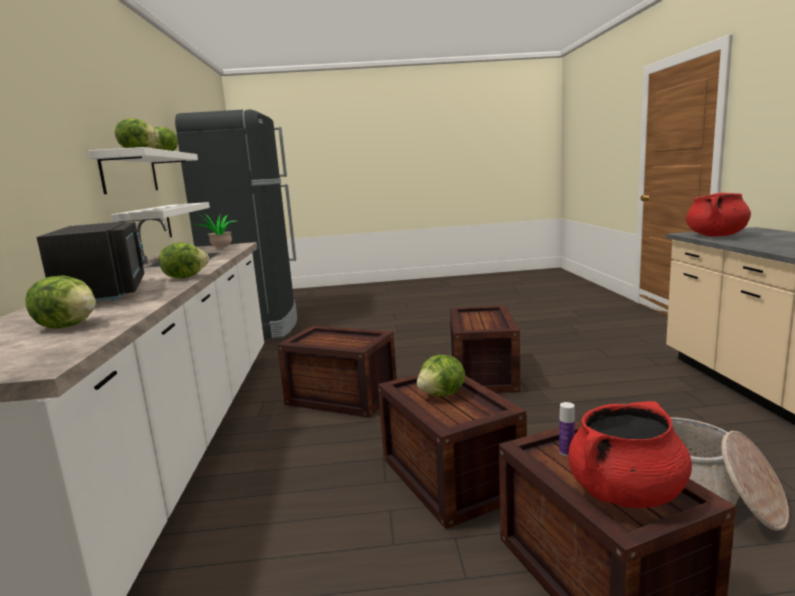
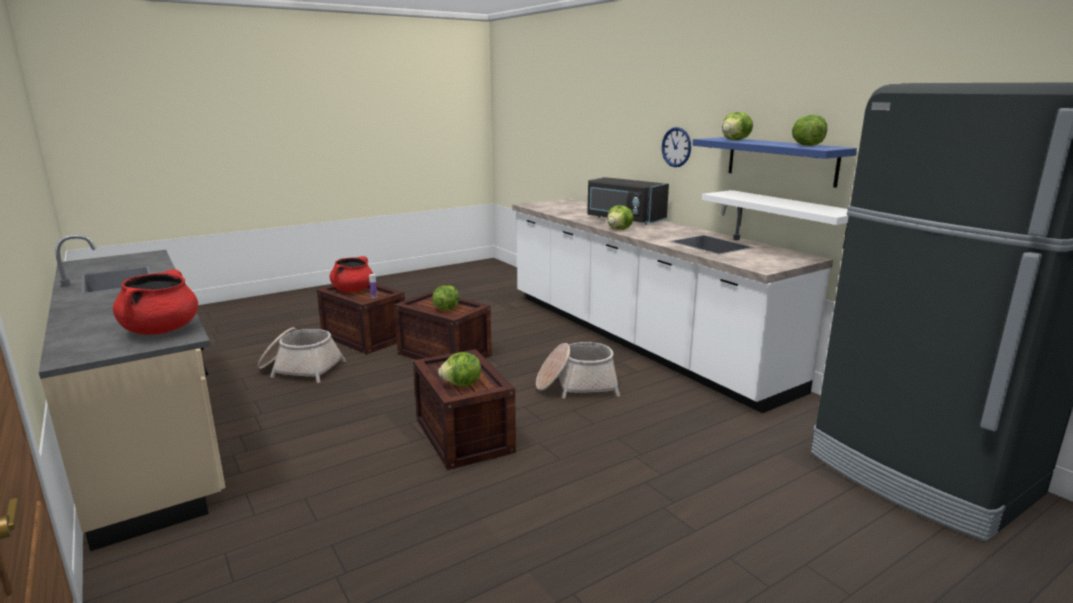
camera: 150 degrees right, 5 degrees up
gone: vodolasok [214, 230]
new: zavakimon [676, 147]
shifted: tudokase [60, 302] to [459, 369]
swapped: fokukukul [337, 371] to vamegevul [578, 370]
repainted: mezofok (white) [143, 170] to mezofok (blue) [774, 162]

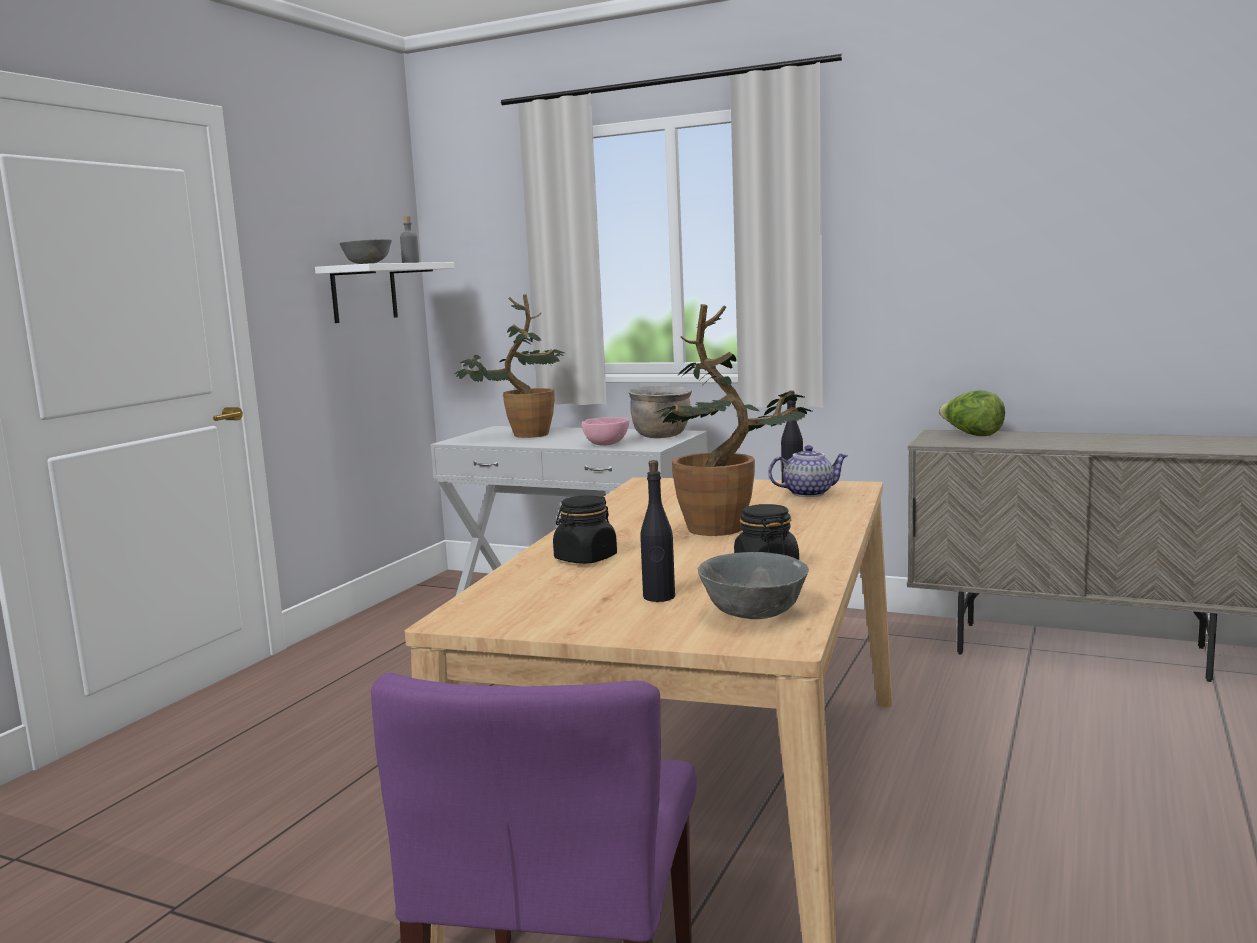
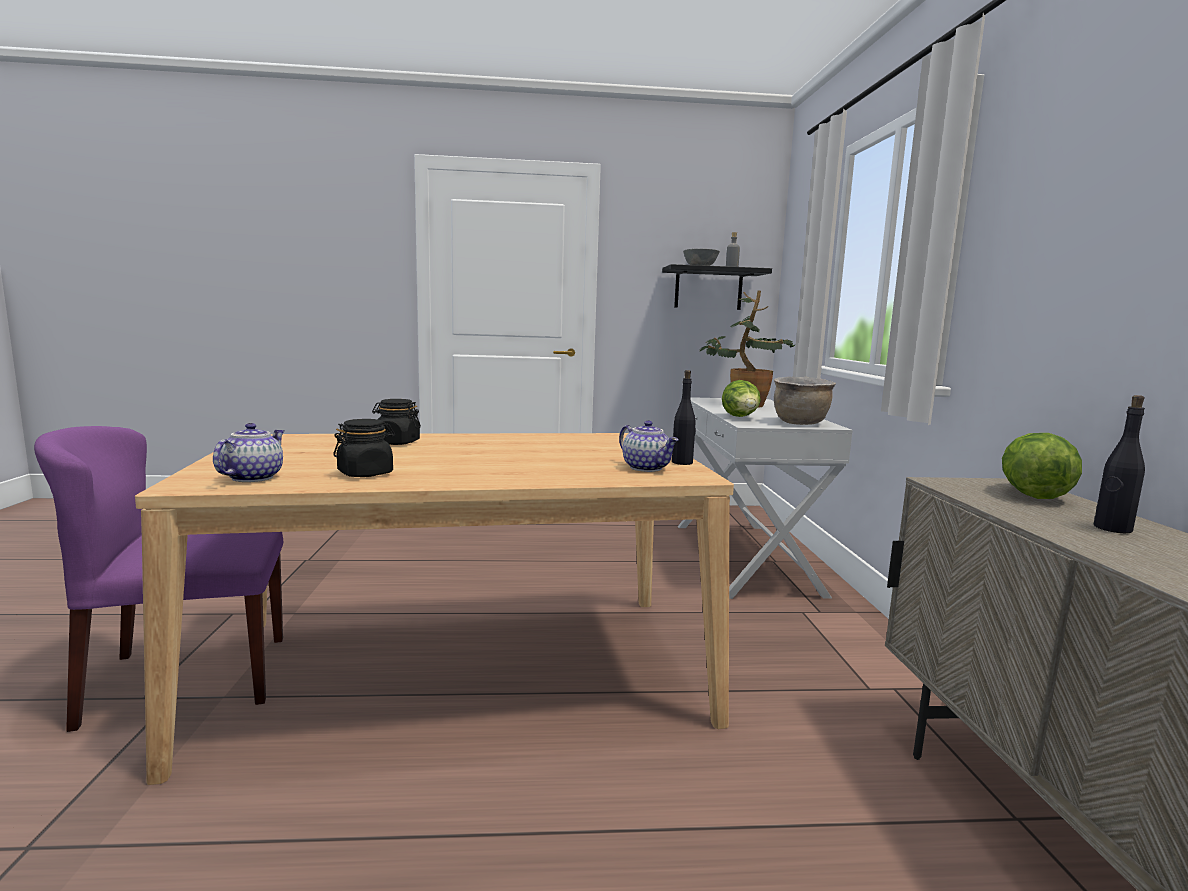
camera: 60 degrees right, 0 degrees up
gone: vodolasok [733, 420]
shifted: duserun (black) [657, 531] to [1119, 464]
swapped: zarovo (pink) [605, 431] to tudokase [741, 398]; zarovo (grey) [753, 585] to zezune [249, 452]
repainted: mezofok (white) [384, 292] to mezofok (black) [717, 287]

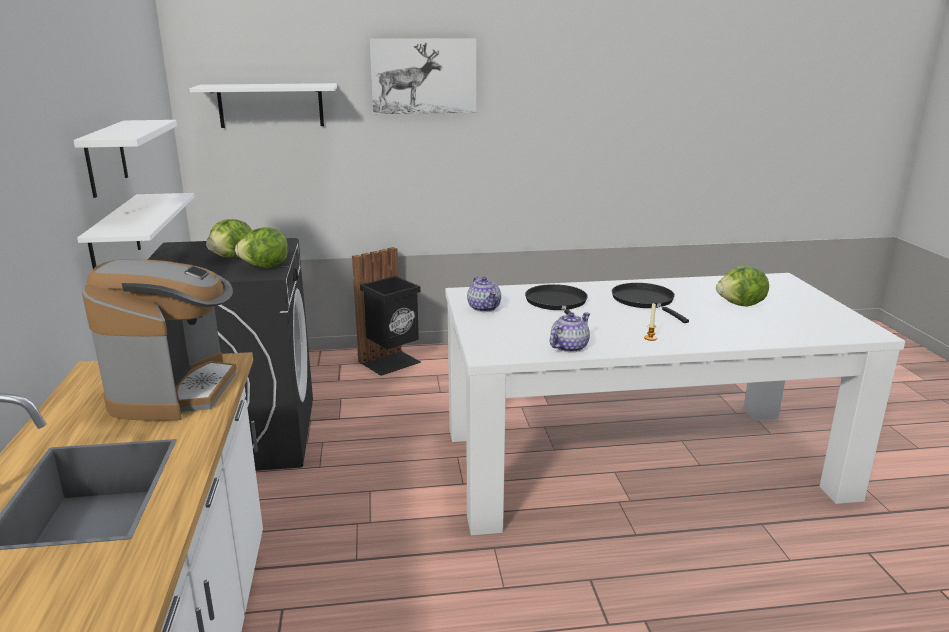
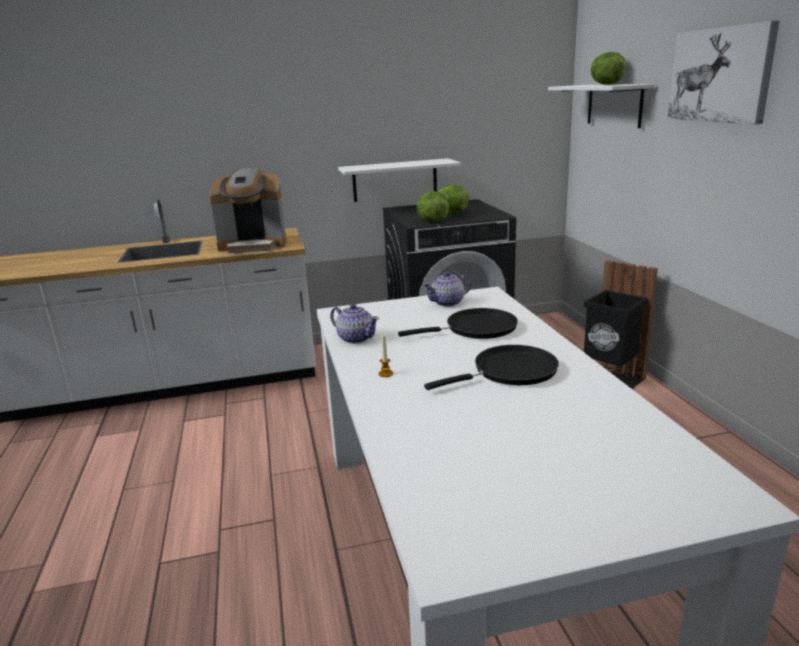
camera: 85 degrees right, 0 degrees up
gone: mezofok (white) [125, 159]
shifted: tudokase [742, 286] to [608, 68]

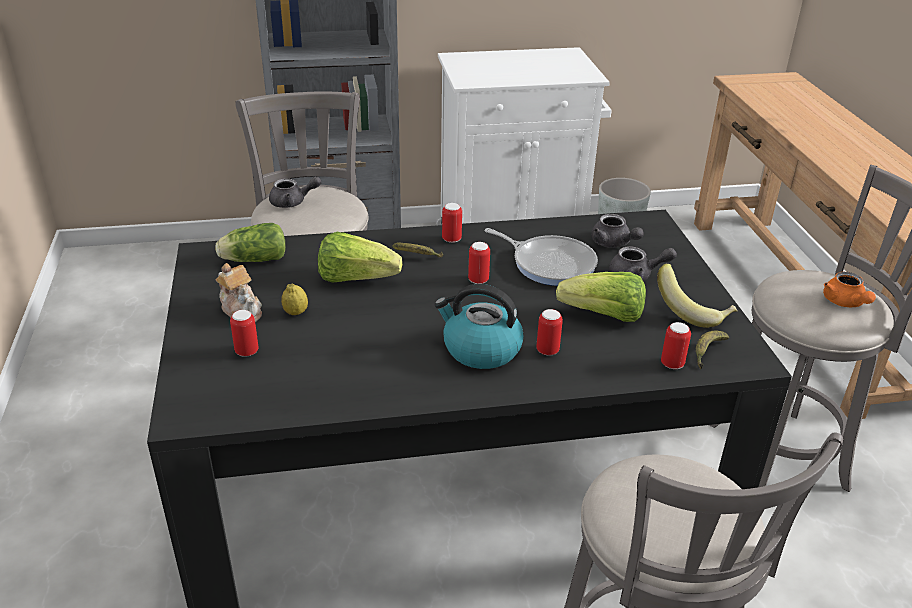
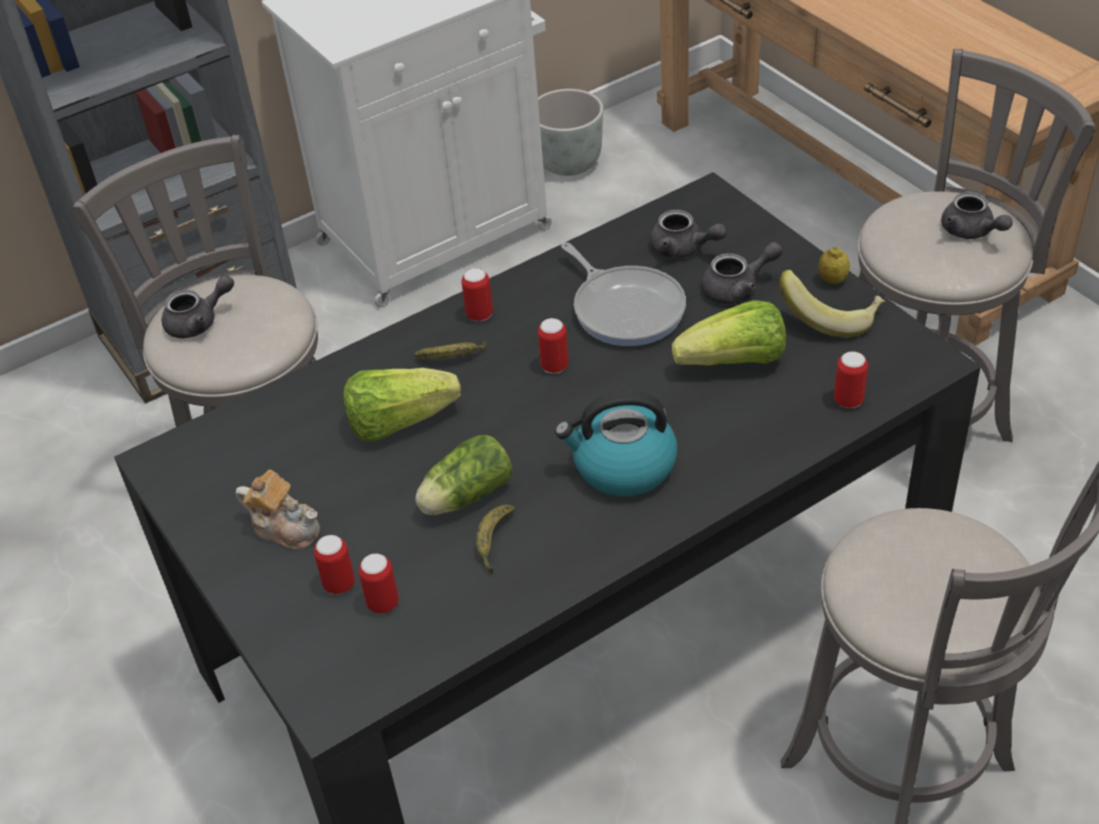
camera: 20 degrees left, 10 degrees up
shifted: tudokase [250, 242] to [463, 475]; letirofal [294, 299] to [834, 265]; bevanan [549, 332] to [379, 583]; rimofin [712, 350] to [495, 539]
repainted: zezune (orange) [849, 289] to zezune (grey) [977, 215]
rotated: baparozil [541, 257] = [623, 294] 45 degrees clockwise

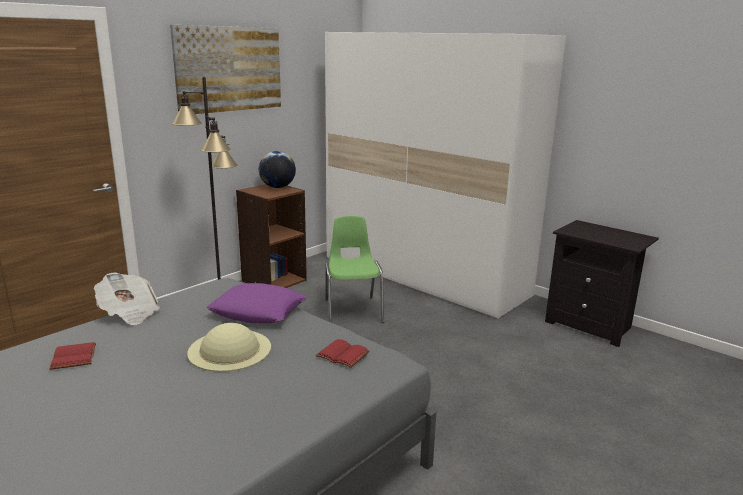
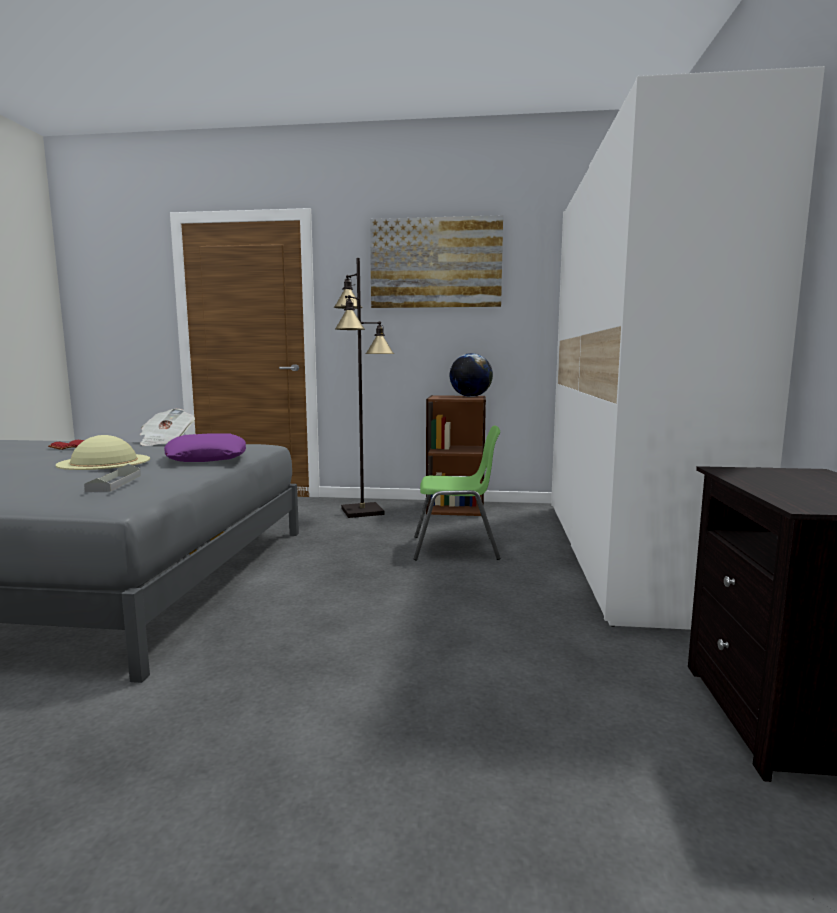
camera: 55 degrees right, 10 degrees down
swapped: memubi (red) [342, 353] to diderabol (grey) [112, 478]
rotated: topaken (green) [354, 269] = [457, 493] 45 degrees clockwise

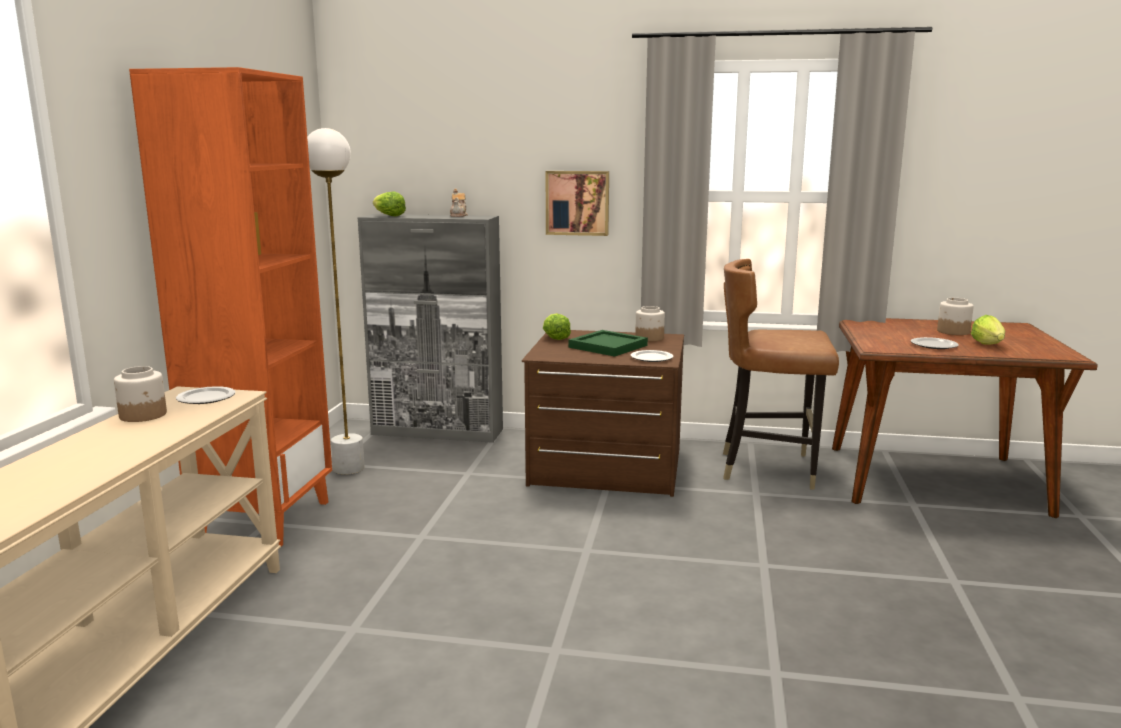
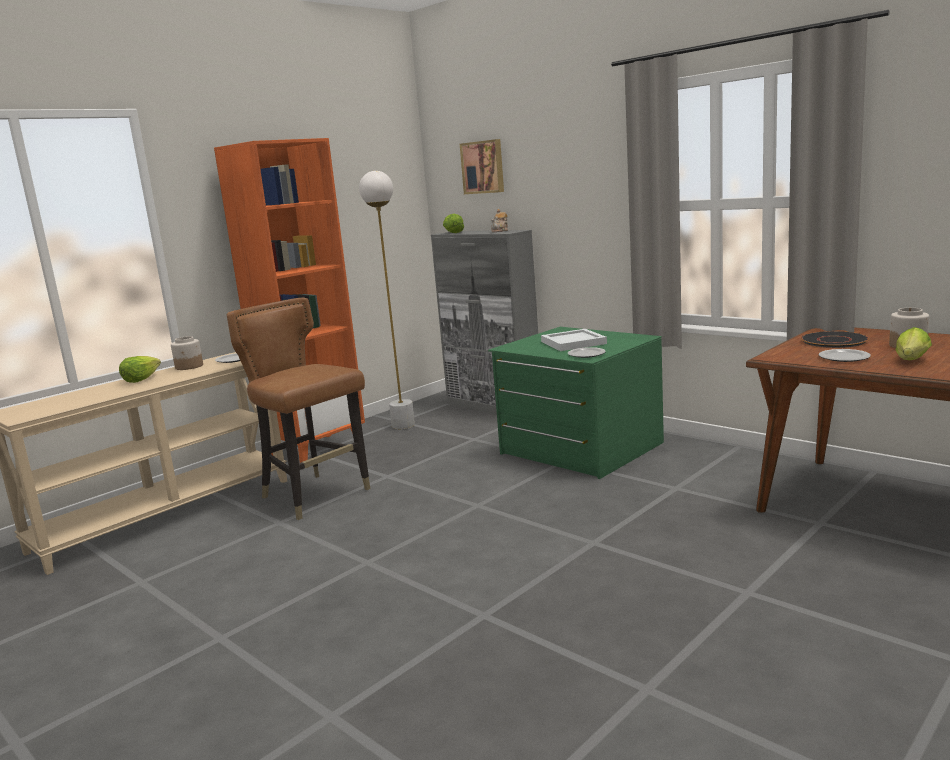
camera: 35 degrees right, 0 degrees up
gone: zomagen [650, 323]
new: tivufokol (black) [834, 339]
shifted: tudokase [557, 326] to [140, 369]; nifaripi [577, 203] to [482, 166]; topaken (brown) [781, 374] to [299, 409]
repainted: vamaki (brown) [603, 413] to vamaki (green) [576, 403]; diderabol (green) [608, 343] to diderabol (white) [574, 340]

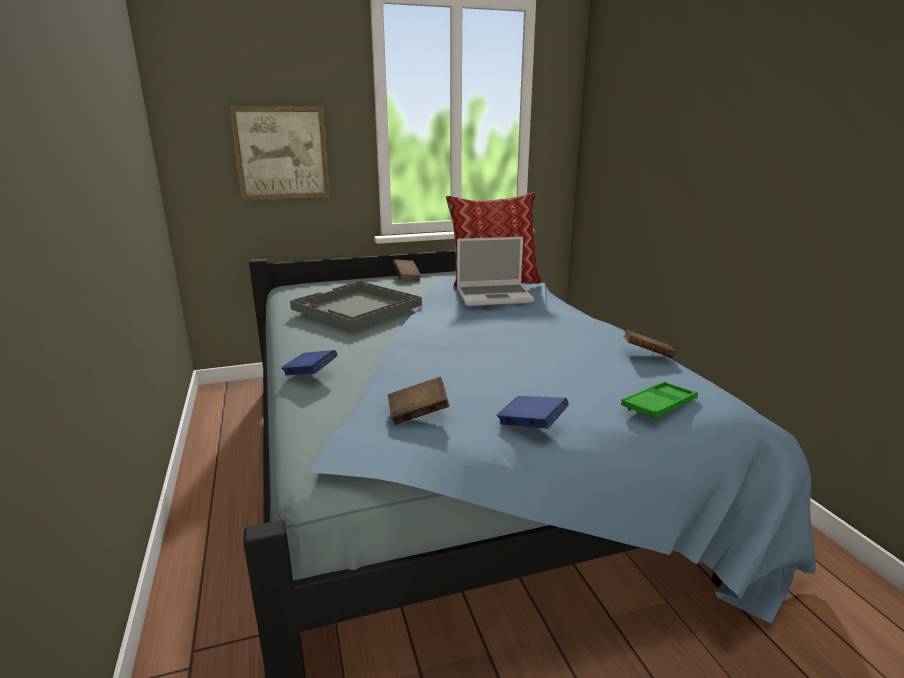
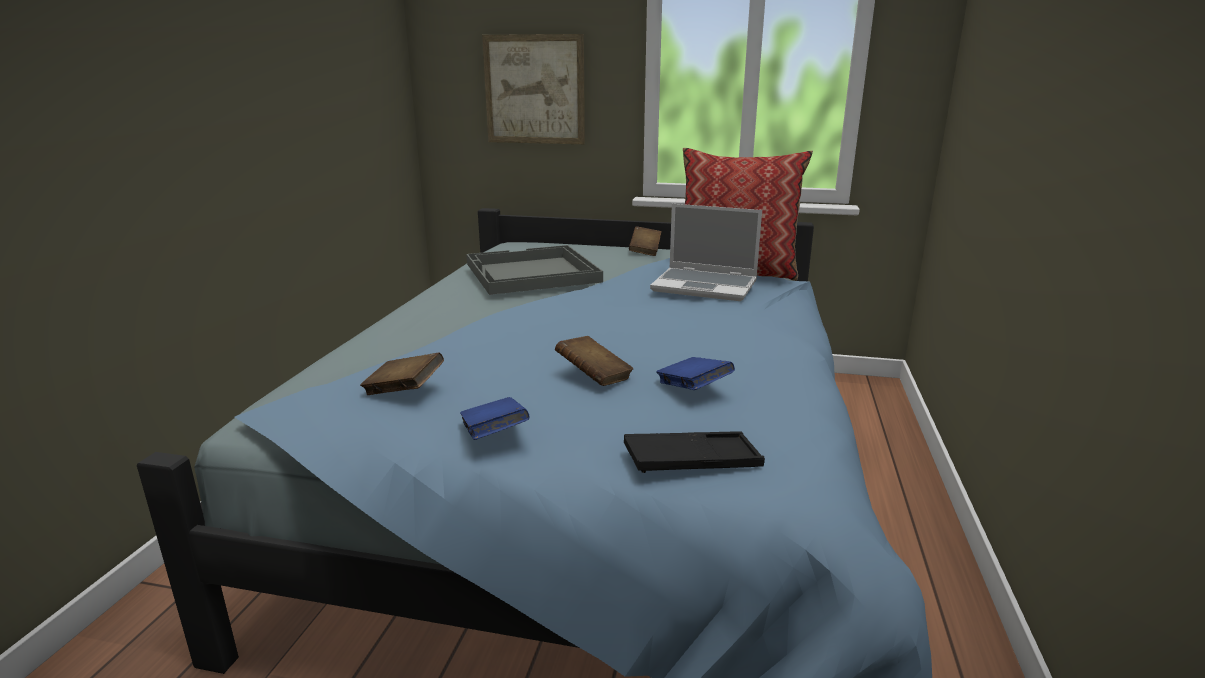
camera: 30 degrees right, 0 degrees up
shifted: memubi (blue) [309, 362] to [695, 373]; memubi (brown) [649, 343] to [594, 361]
repainted: diderabol (green) [659, 400] to diderabol (black) [694, 452]

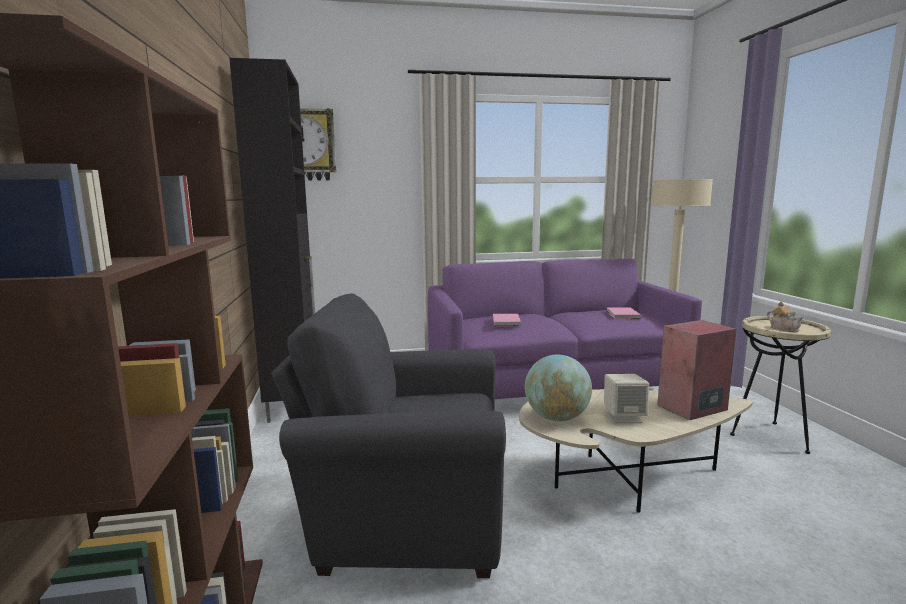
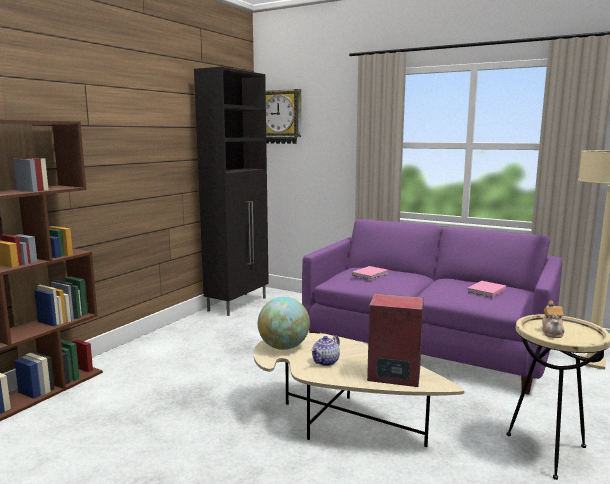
camera: 40 degrees right, 0 degrees up
gone: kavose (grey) [388, 436]
swapped: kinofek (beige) [626, 398] to zezune [325, 350]

